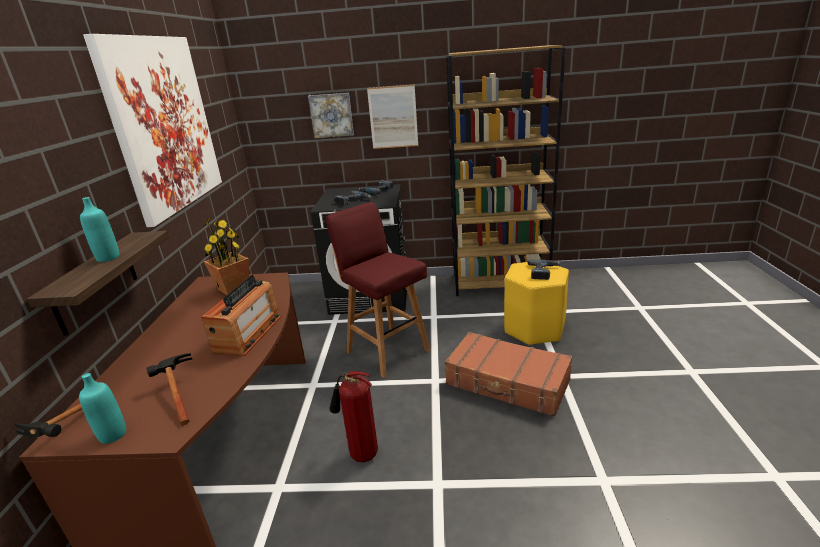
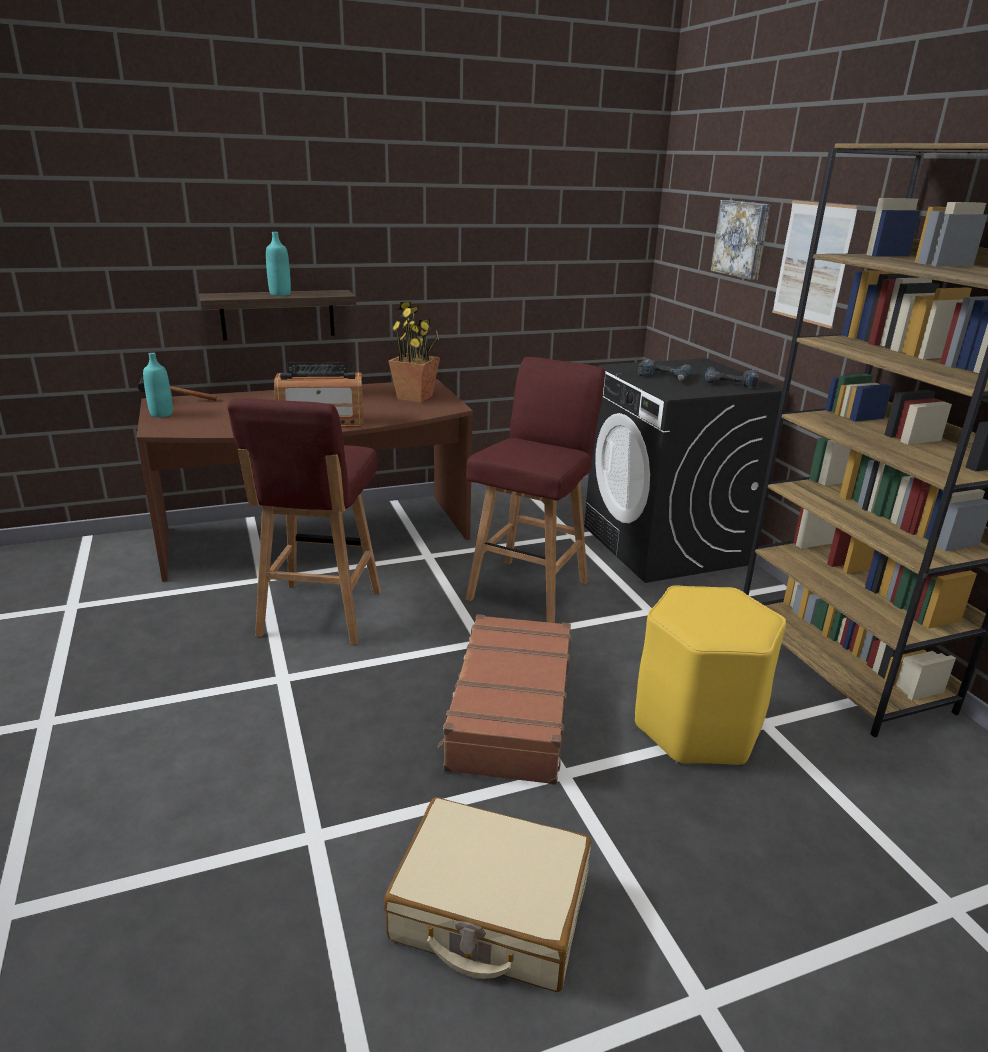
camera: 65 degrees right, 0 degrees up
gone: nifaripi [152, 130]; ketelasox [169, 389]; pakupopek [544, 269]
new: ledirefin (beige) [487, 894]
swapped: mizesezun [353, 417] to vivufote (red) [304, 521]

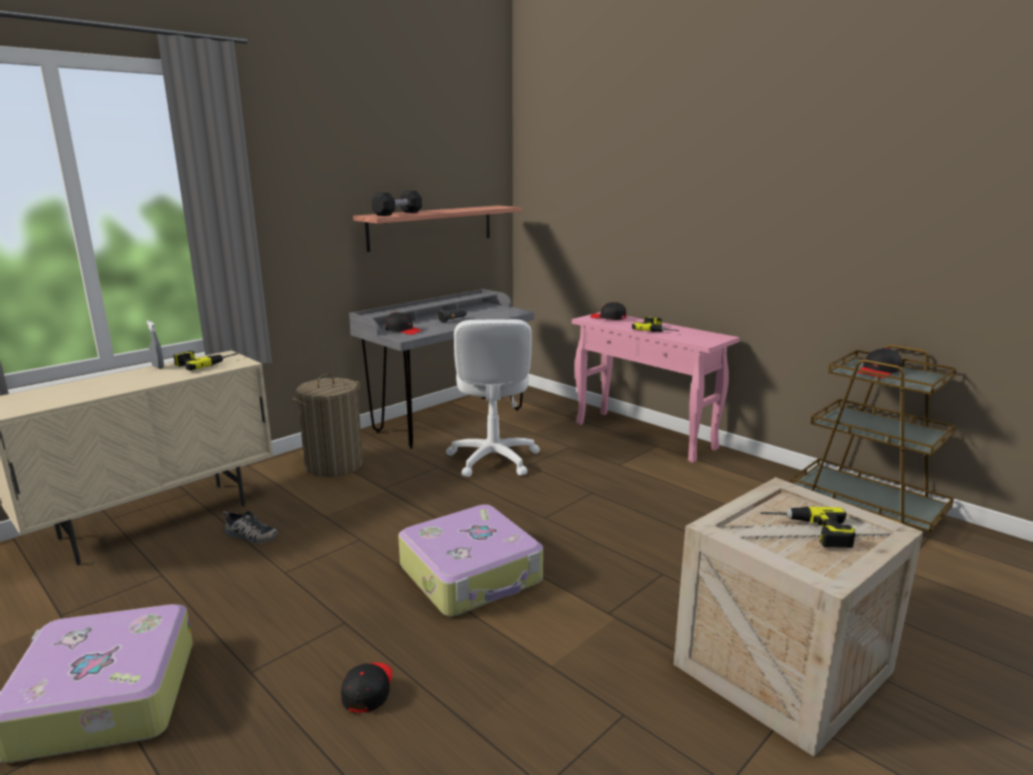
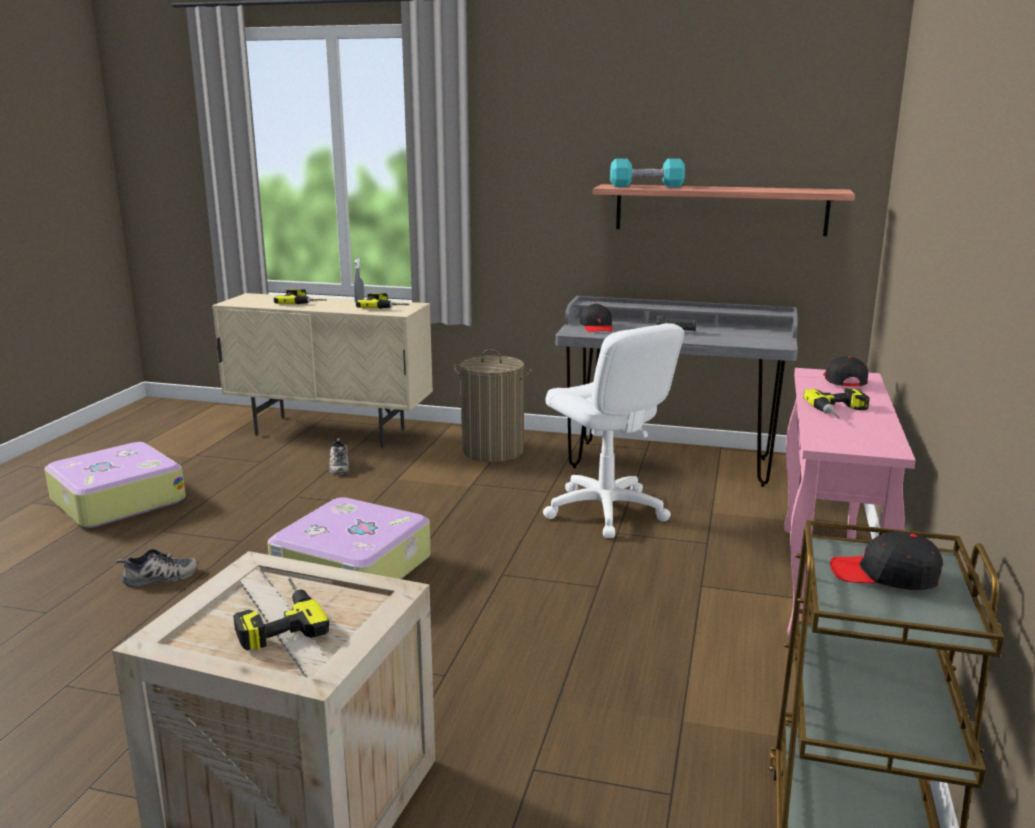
camera: 60 degrees right, 0 degrees up
new: pakupopek [300, 296]
swapped: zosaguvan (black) [367, 687] to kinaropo [157, 568]
repainted: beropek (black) [396, 203] to beropek (turquoise) [647, 173]
rotated: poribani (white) [493, 398] = [613, 430] 90 degrees counterclockwise

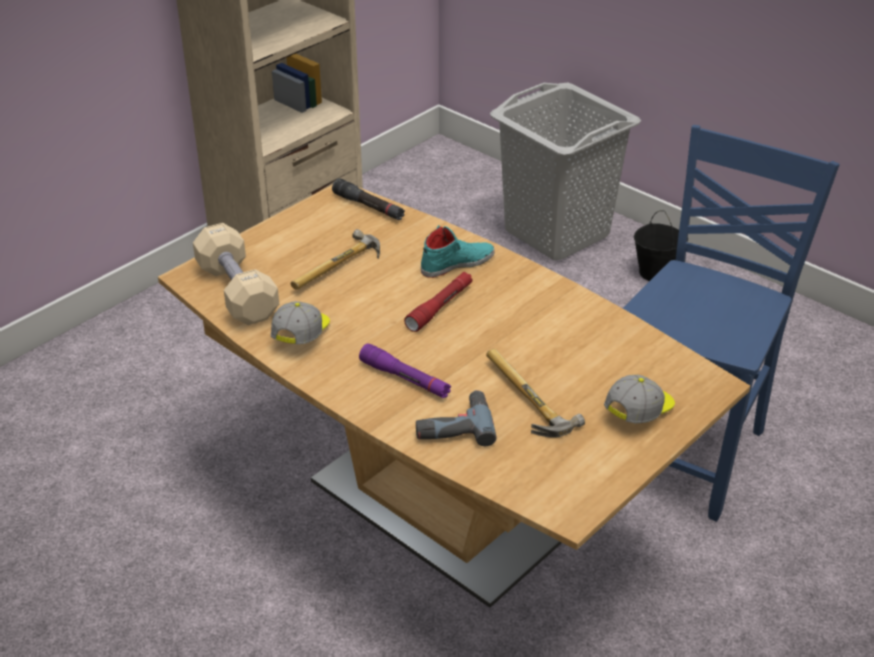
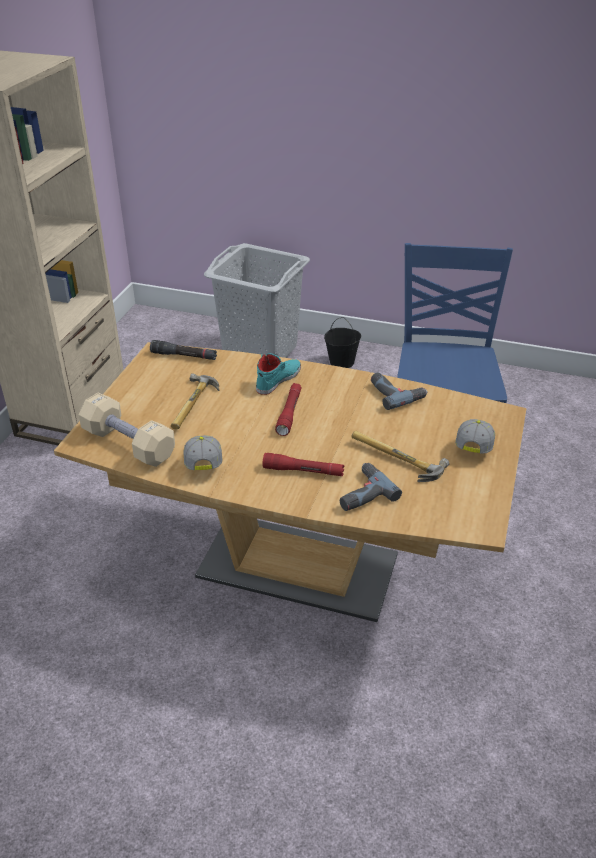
camera: 25 degrees left, 0 degrees up
new: pakupopek [399, 391]
repainted: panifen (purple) [405, 370] to panifen (red) [303, 464]

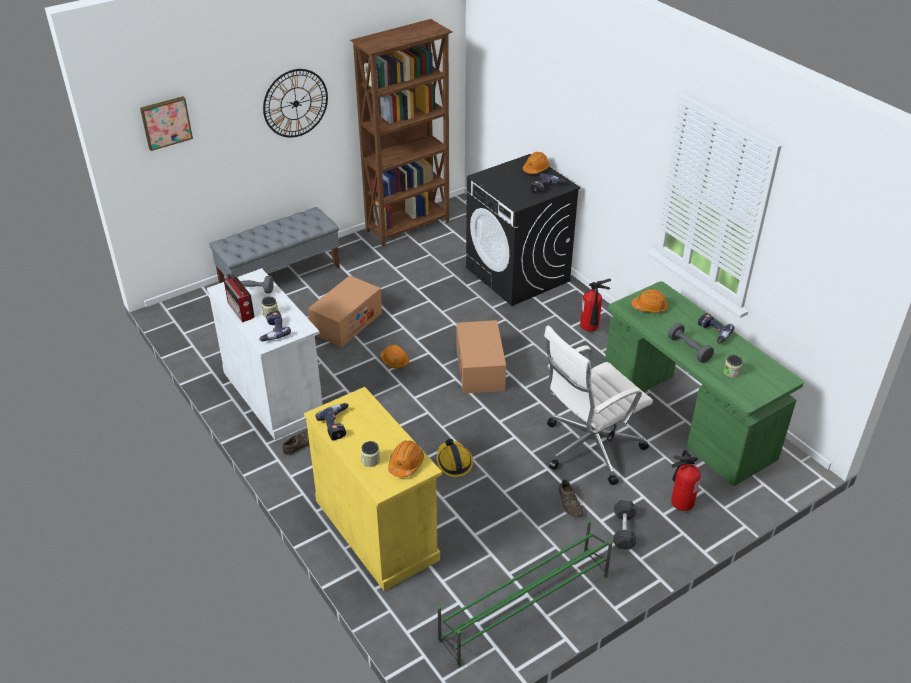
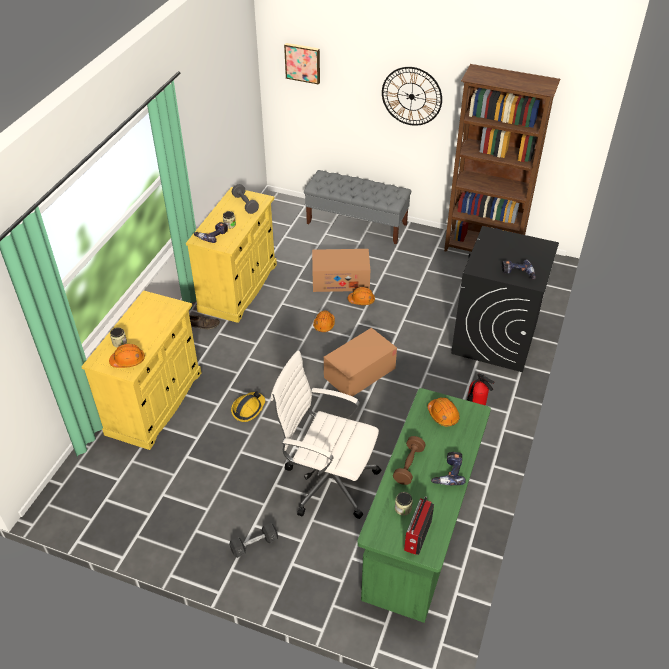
camera: 55 degrees right, 5 degrees up
gone: pakupopek [332, 421]; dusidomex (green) [525, 594]; kinaropo (brown) [571, 499]; mizesezun [686, 480]
shifted: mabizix [239, 298] to [419, 525]; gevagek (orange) [536, 163] to [361, 296]
repainted: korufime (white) [265, 354] to korufime (yellow) [231, 255]; beropek (grey) [691, 343] to beropek (brown) [409, 460]

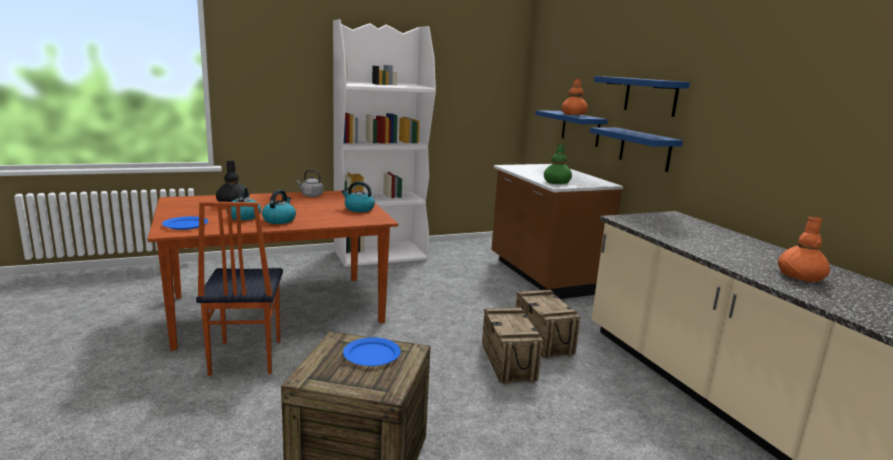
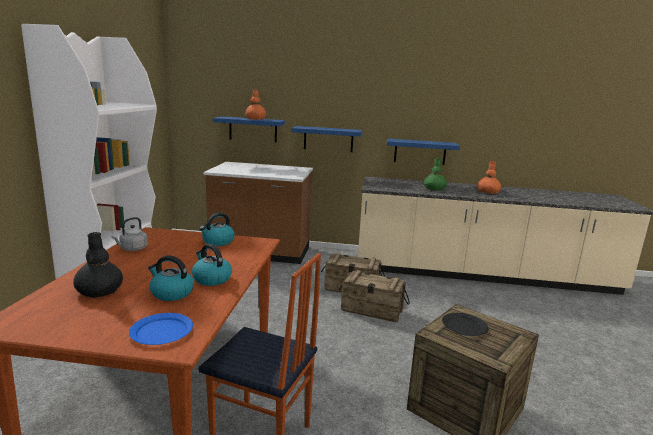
camera: 60 degrees left, 0 degrees up
shifted: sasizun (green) [558, 164] to [435, 174]; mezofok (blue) [642, 96] to [423, 151]
repainted: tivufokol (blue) [372, 351] to tivufokol (black) [465, 324]

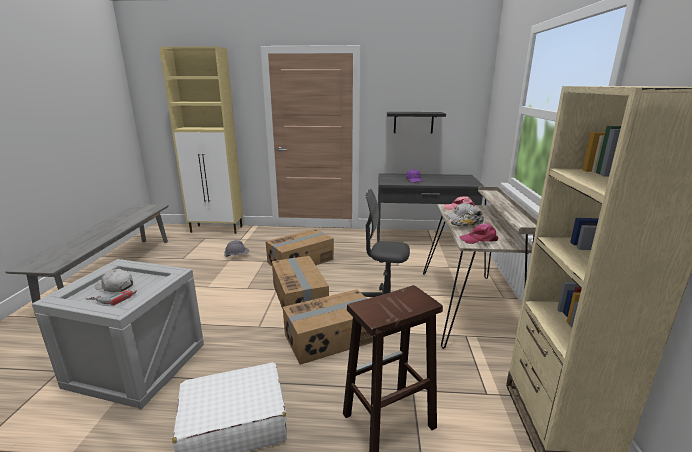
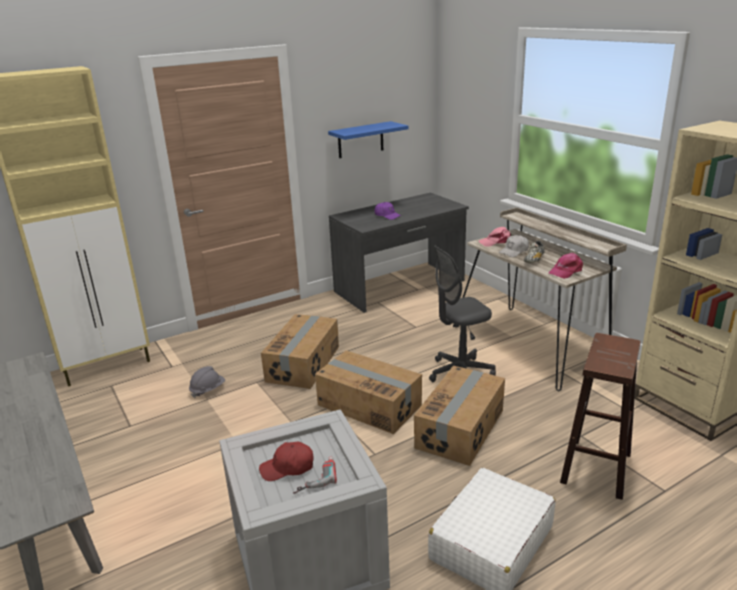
camera: 35 degrees left, 5 degrees up
repainted: zosaguvan (white) [114, 280] to zosaguvan (red) [286, 461]; mezofok (black) [416, 123] to mezofok (blue) [368, 139]

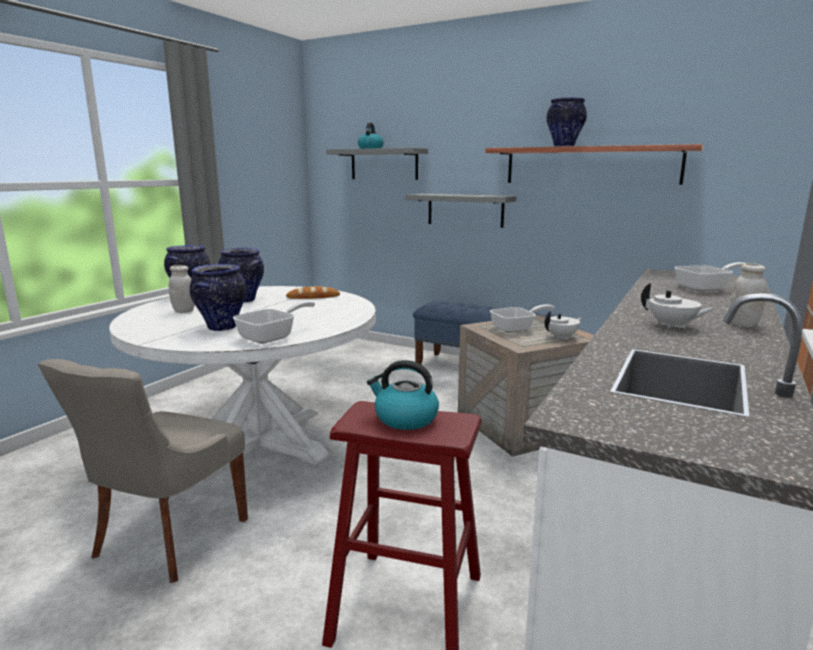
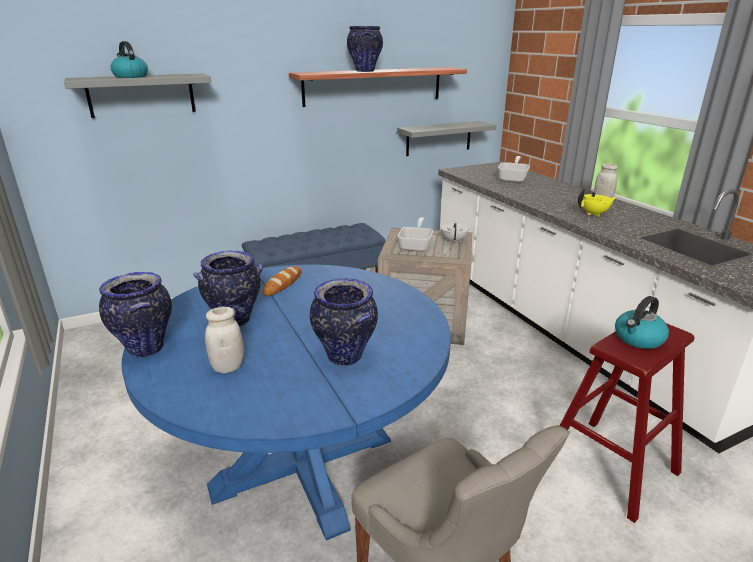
camera: 55 degrees left, 10 degrees up
gone: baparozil [274, 322]
shifted: mezofok (grey) [460, 211] to [447, 138]
repainted: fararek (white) [242, 384] to fararek (blue) [286, 402]; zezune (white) [678, 306] to zezune (yellow) [597, 203]

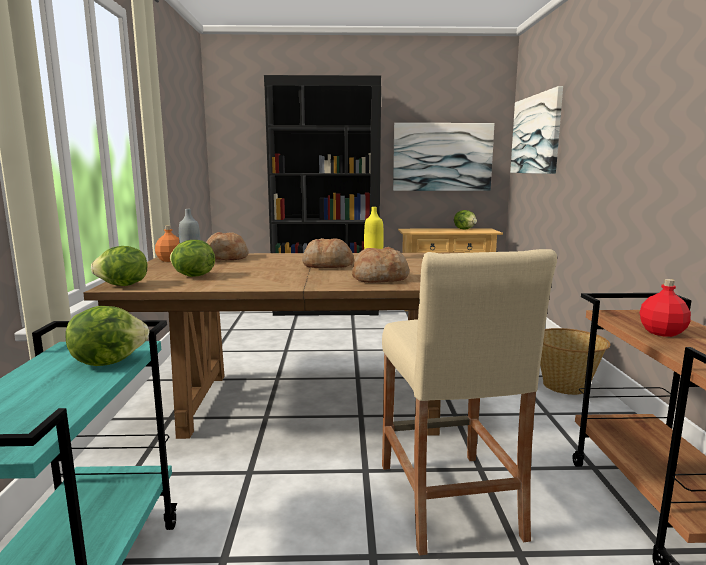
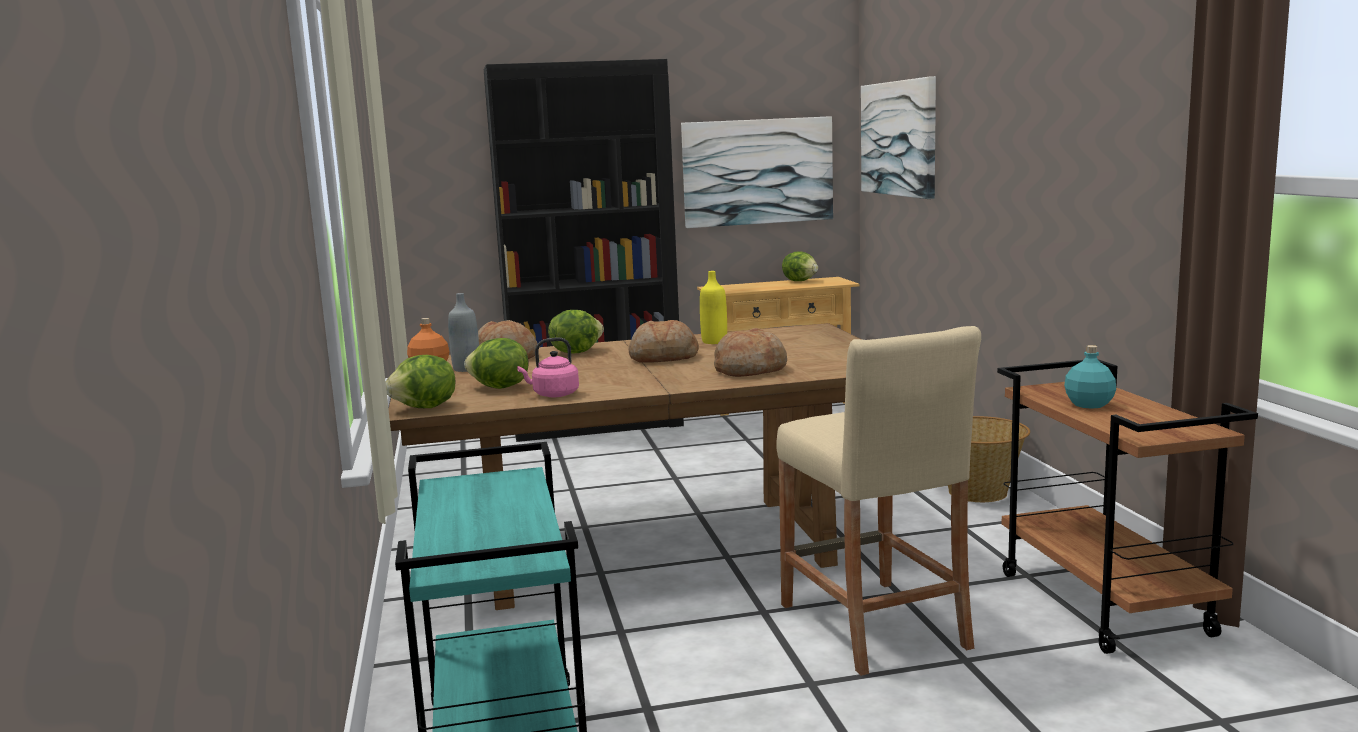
camera: 10 degrees left, 0 degrees up
new: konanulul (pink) [548, 367]
shifted: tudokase [107, 336] to [576, 331]
repainted: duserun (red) [665, 308] to duserun (turquoise) [1090, 377]

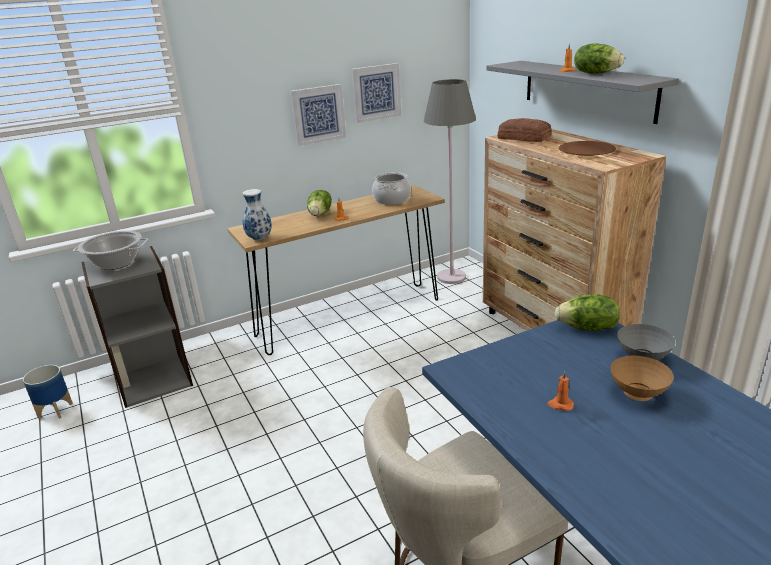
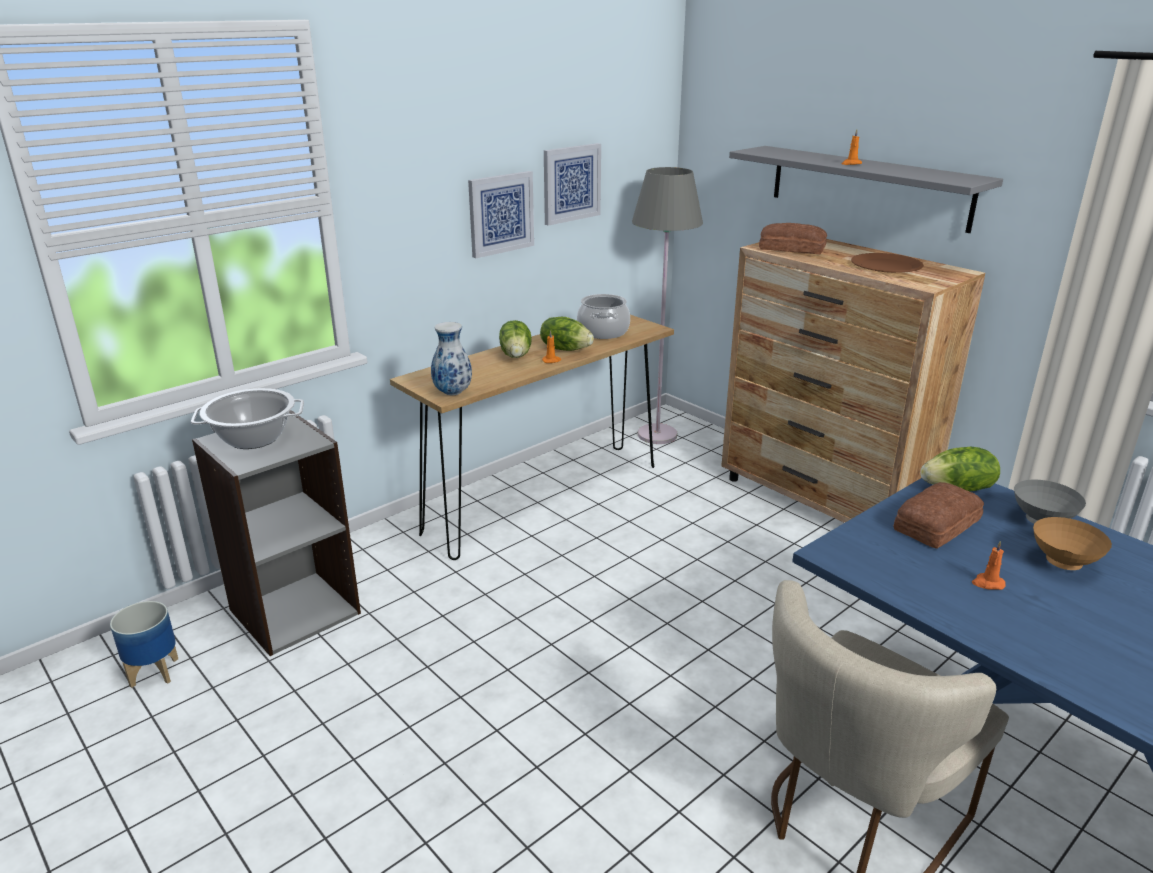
camera: 15 degrees left, 0 degrees up
new: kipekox [939, 515]
shifted: tudokase [599, 58] to [567, 334]

